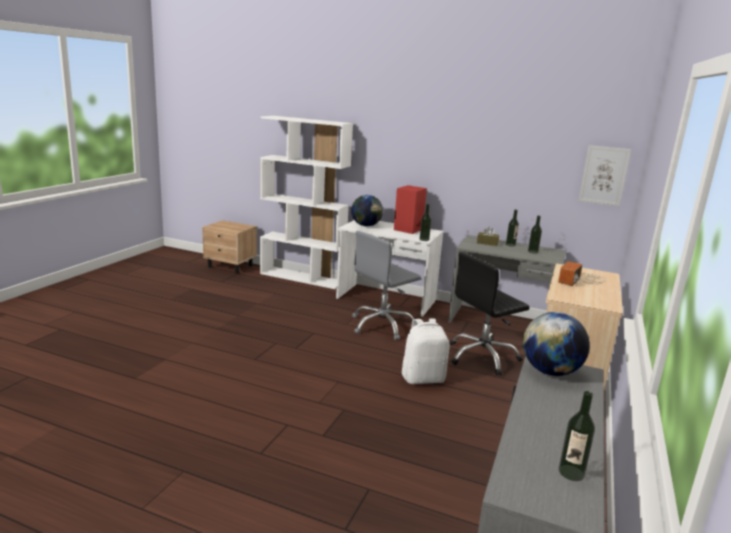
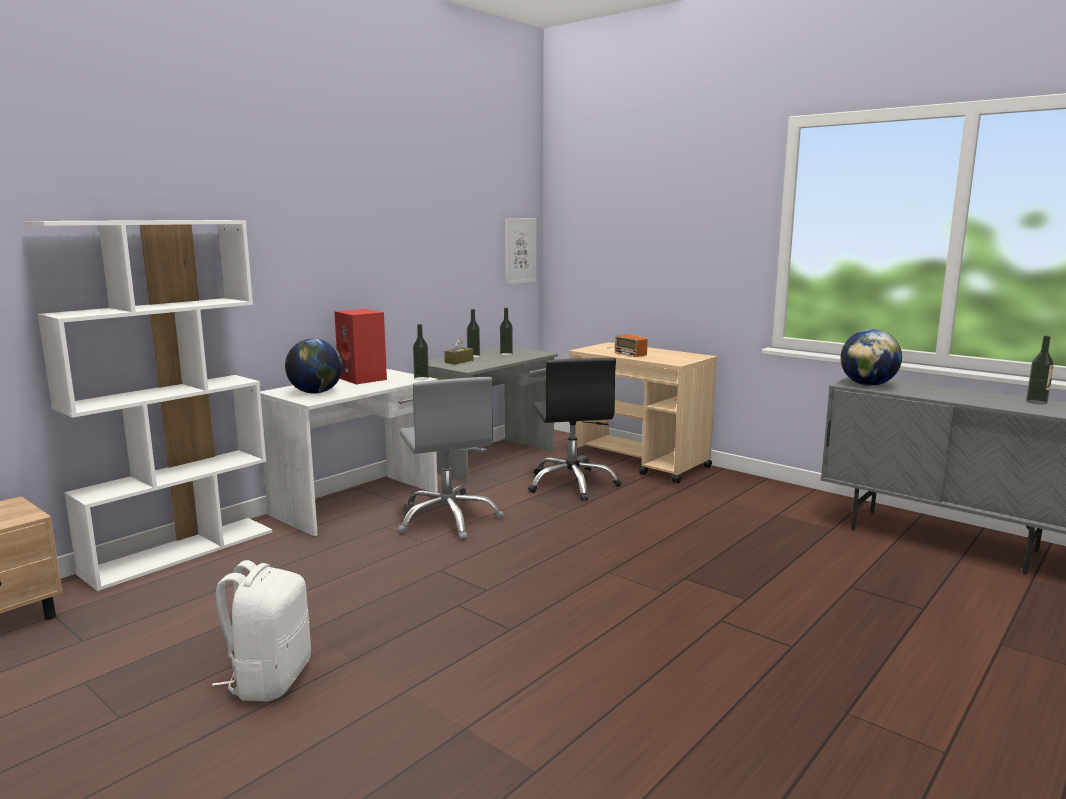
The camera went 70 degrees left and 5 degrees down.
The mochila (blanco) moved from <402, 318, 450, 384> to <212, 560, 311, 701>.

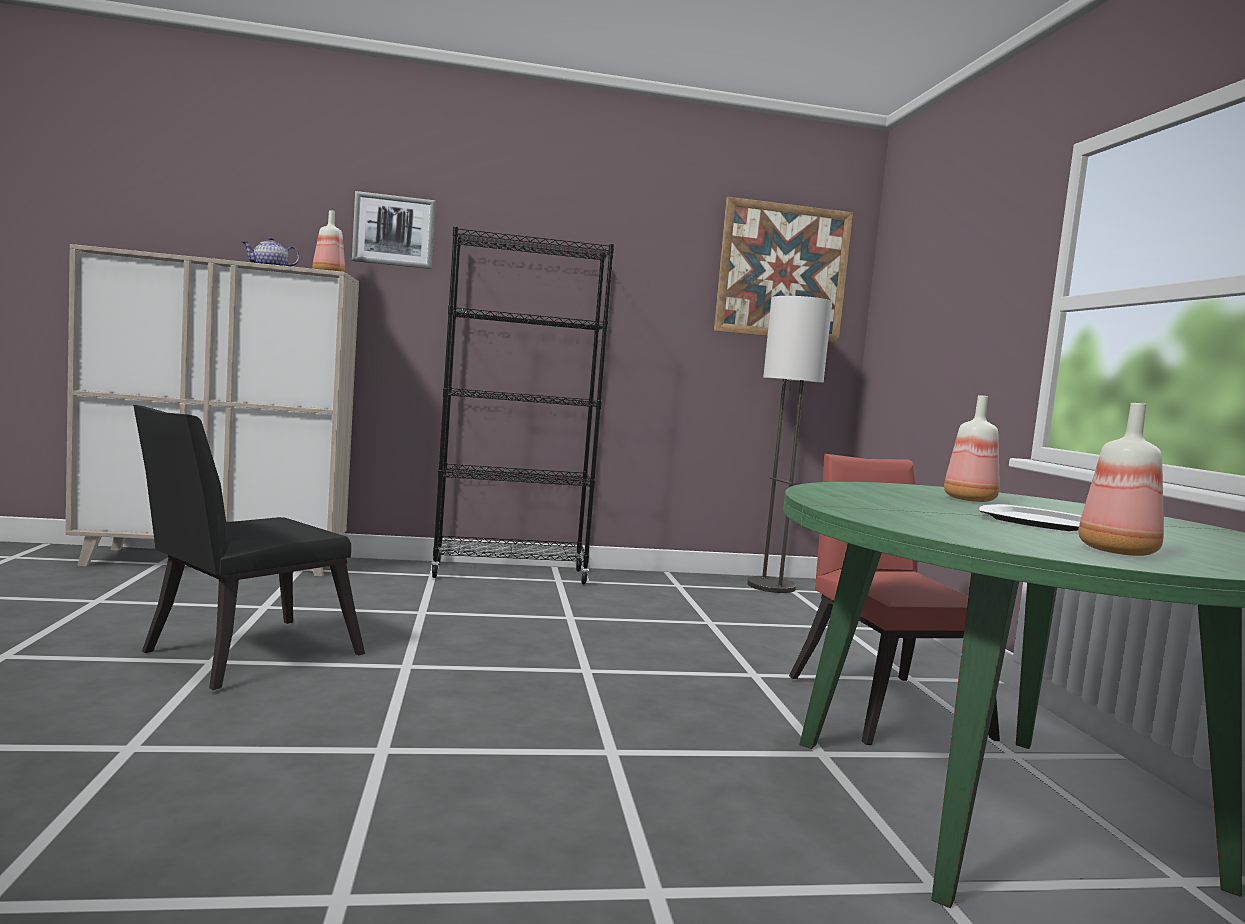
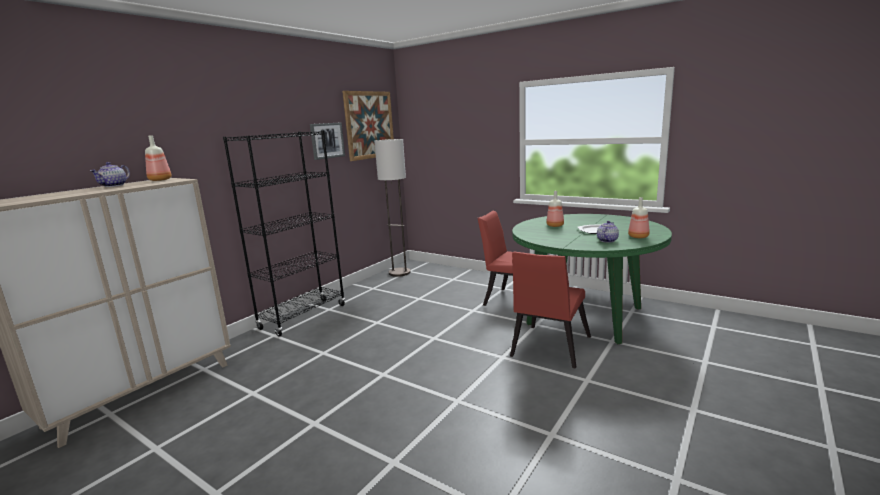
The camera went 45 degrees left and 10 degrees up.
The cuadro moved from <352, 191, 436, 269> to <310, 122, 345, 160>.
The silla (negro) at <133, 405, 365, 690> disappeared.
The tetera at <597, 221, 619, 243> appeared.
The silla (rojo) at <510, 251, 591, 369> appeared.

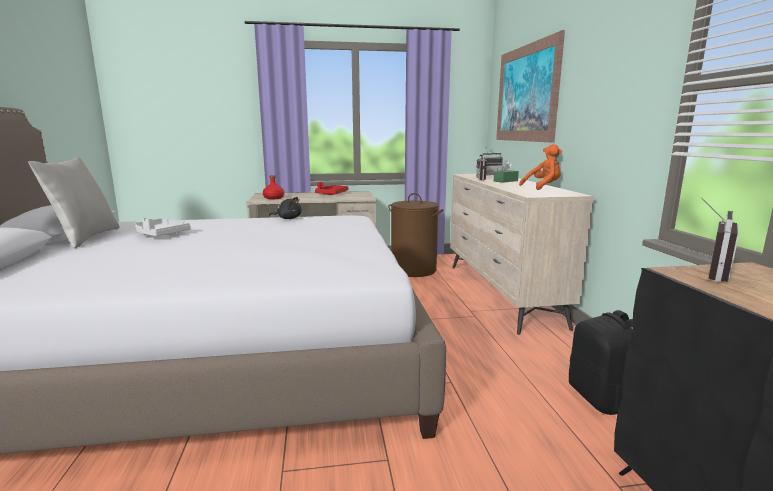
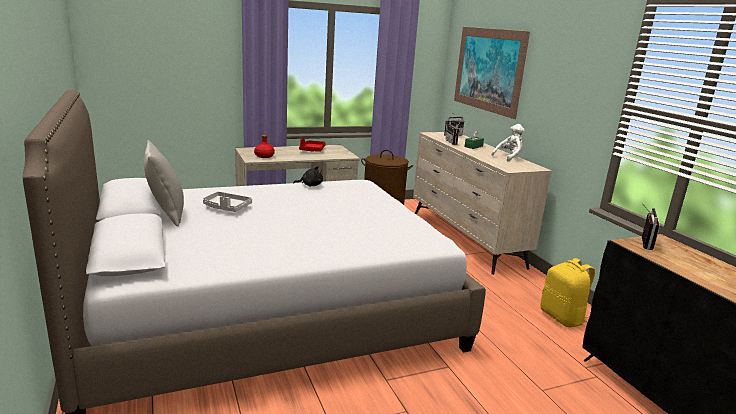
The camera went 15 degrees left and 5 degrees up.
The peluche (naranja) at <519, 144, 562, 190> became the peluche (blanco) at <491, 124, 524, 162>.
The mochila (negro) at <569, 310, 633, 415> became the mochila (amarillo) at <541, 258, 595, 328>.

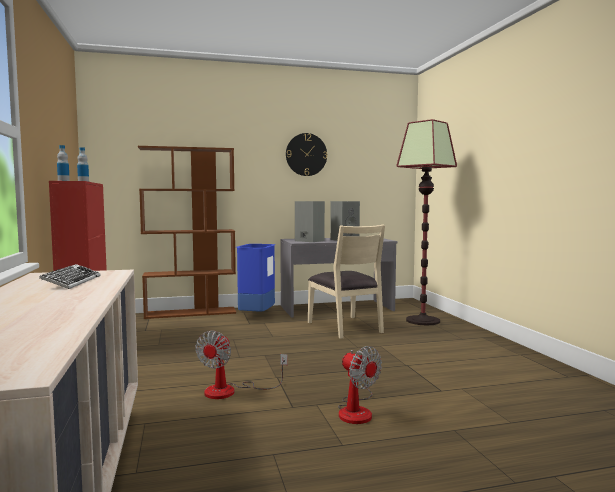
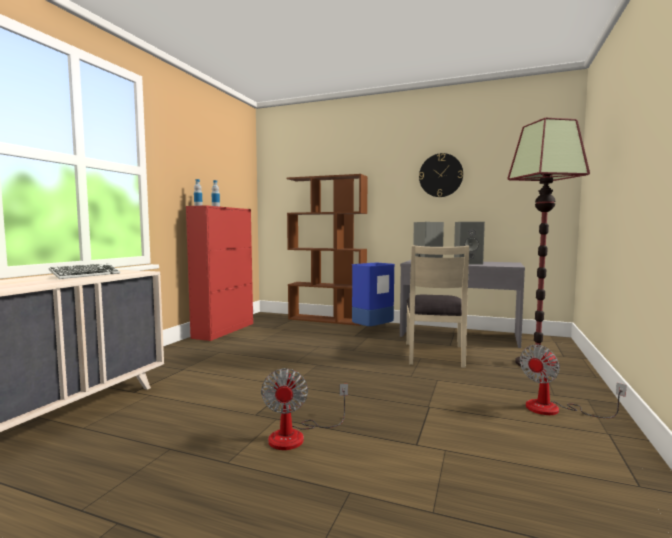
The camera went 35 degrees right and 0 degrees up.
The ventilador moved from <195, 331, 288, 399> to <520, 345, 627, 418>.

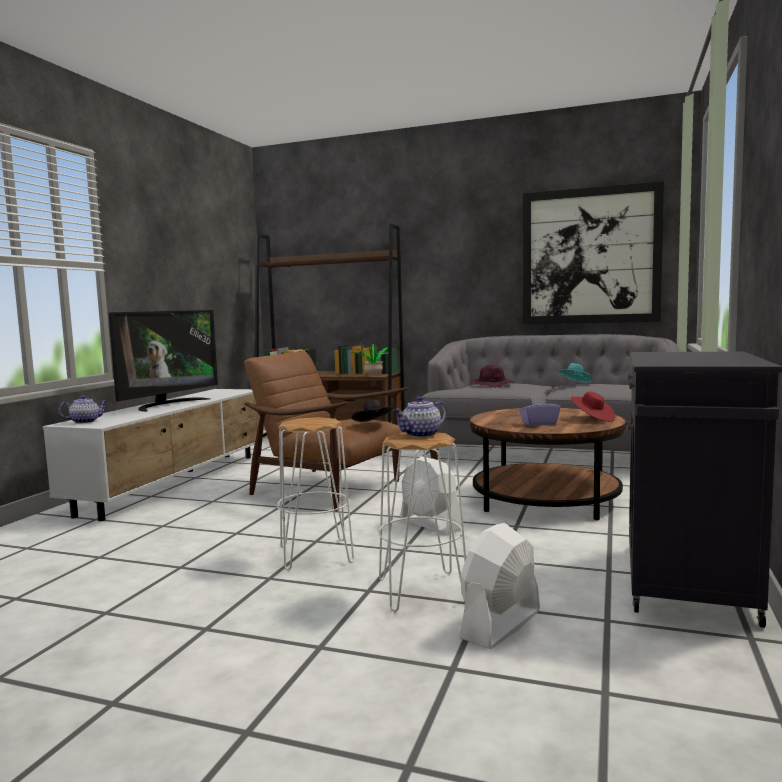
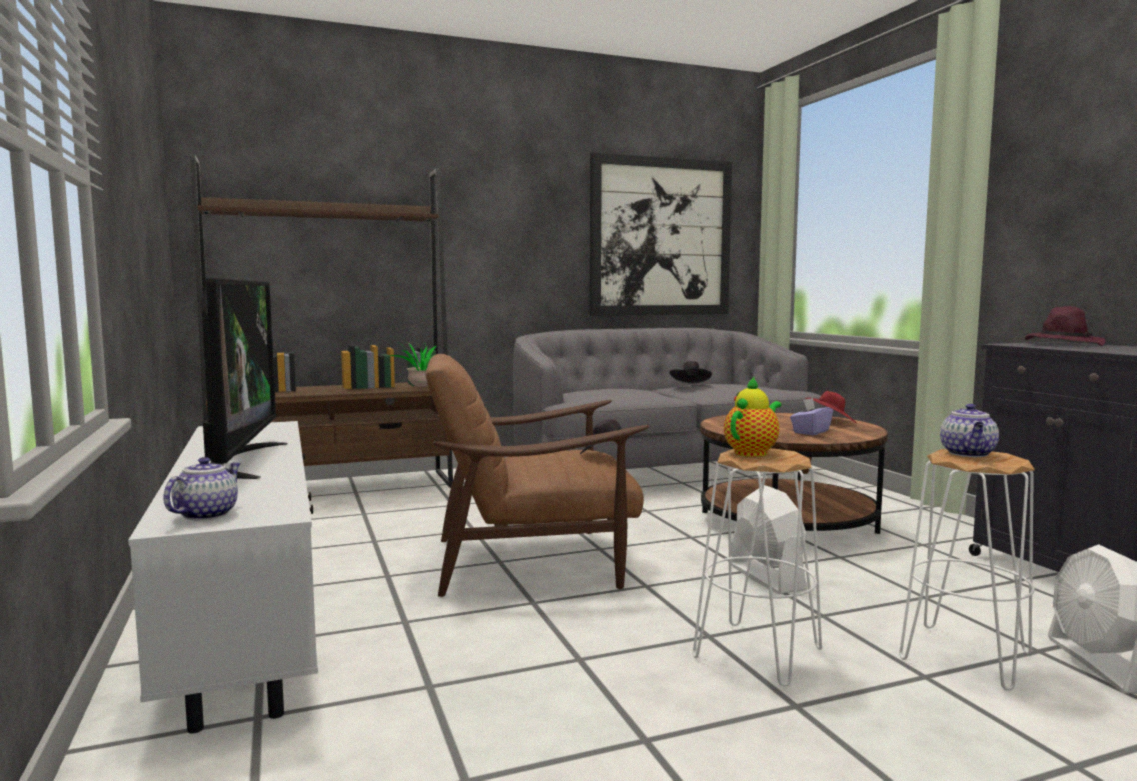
The camera went 40 degrees left and 0 degrees up.
The sombrero (turquesa) at <557, 363, 593, 383> became the sombrero (negro) at <670, 361, 712, 383>.
The sombrero (morado) moved from <471, 365, 513, 387> to <1025, 306, 1105, 346>.
The ventilador (blanco) at <400, 456, 464, 535> turned 120 degrees counterclockwise.
The tetera at <724, 376, 782, 457> appeared.

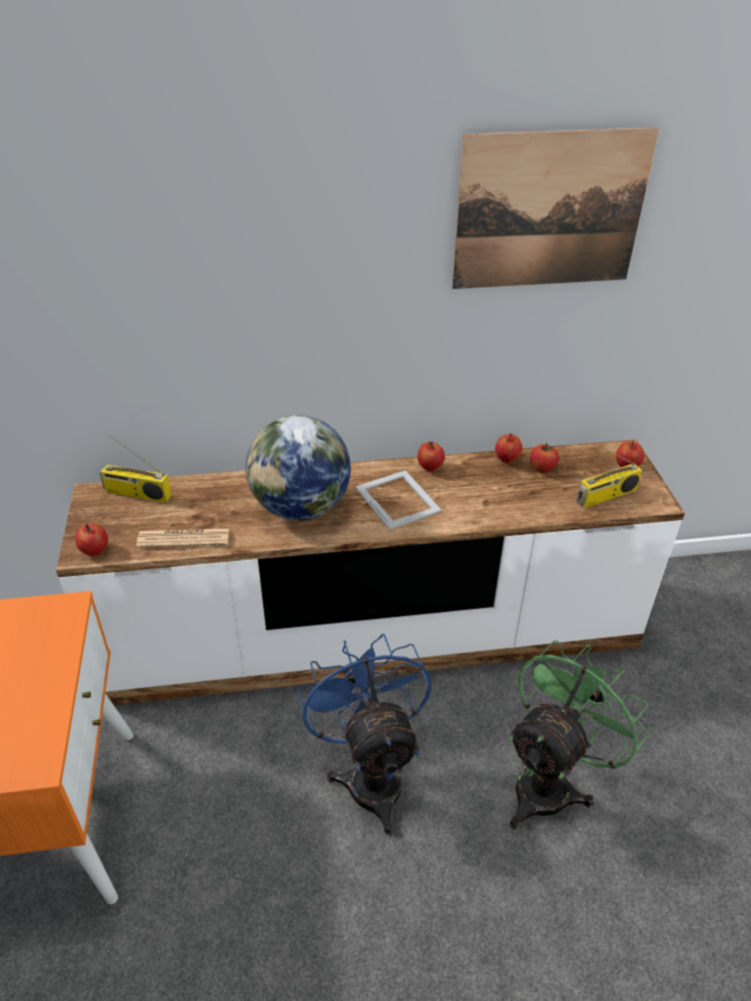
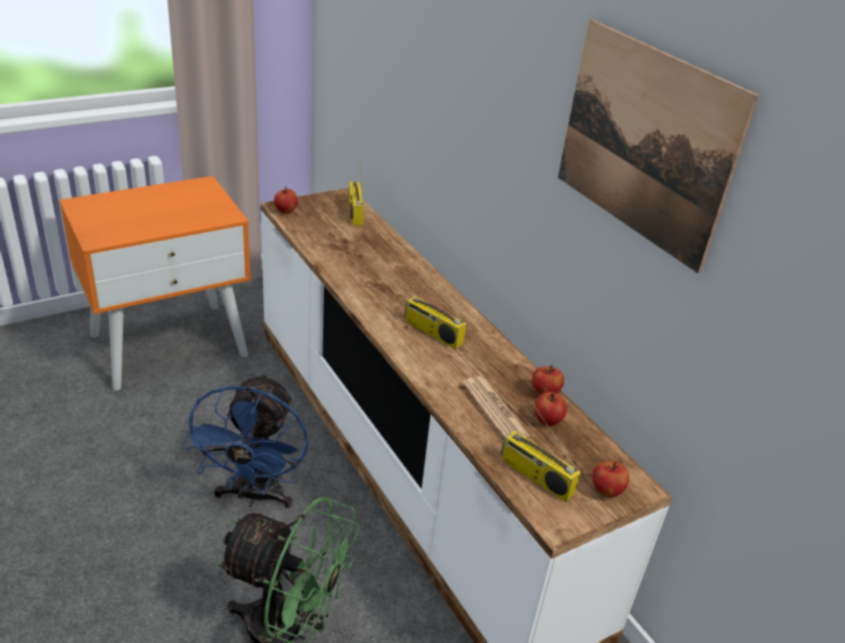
The camera went 65 degrees right and 5 degrees down.
The globo terráqueo at <246, 415, 351, 521> disappeared.
The manzana at <417, 442, 445, 471> disappeared.
The portarretratos at <356, 470, 442, 530> was replaced by the radio at <405, 267, 466, 350>.
The periódico moved from <136, 528, 230, 548> to <462, 376, 530, 438>.
The ventilador (azul) at <297, 634, 432, 835> turned 135 degrees clockwise.

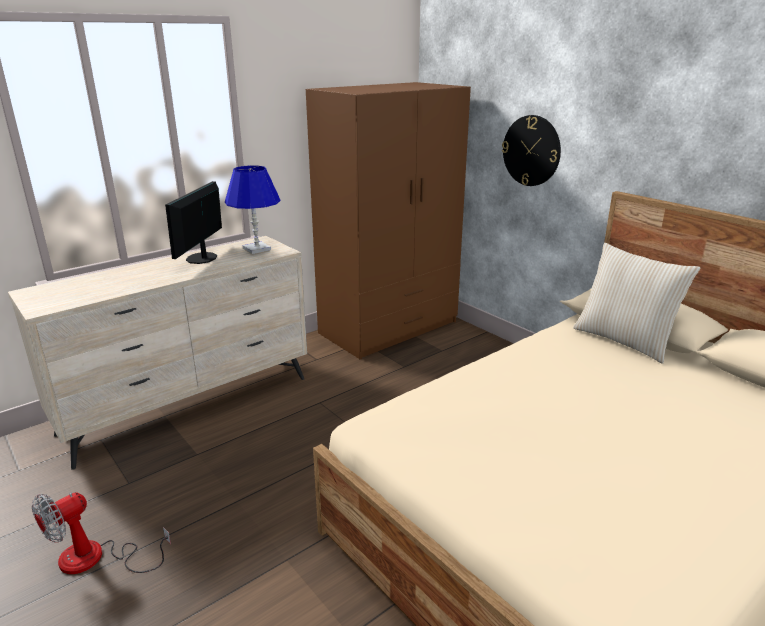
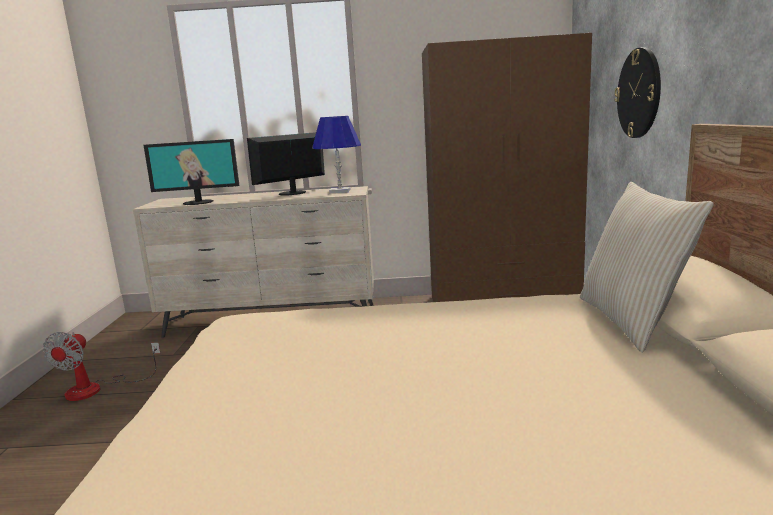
The camera went 40 degrees right and 10 degrees down.
The ventilador at <32, 492, 171, 574> turned 75 degrees counterclockwise.
The monitor at <144, 139, 240, 205> appeared.

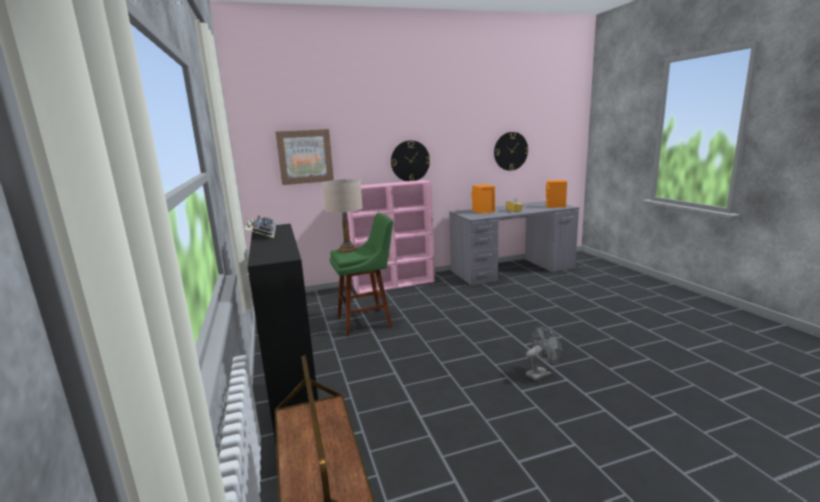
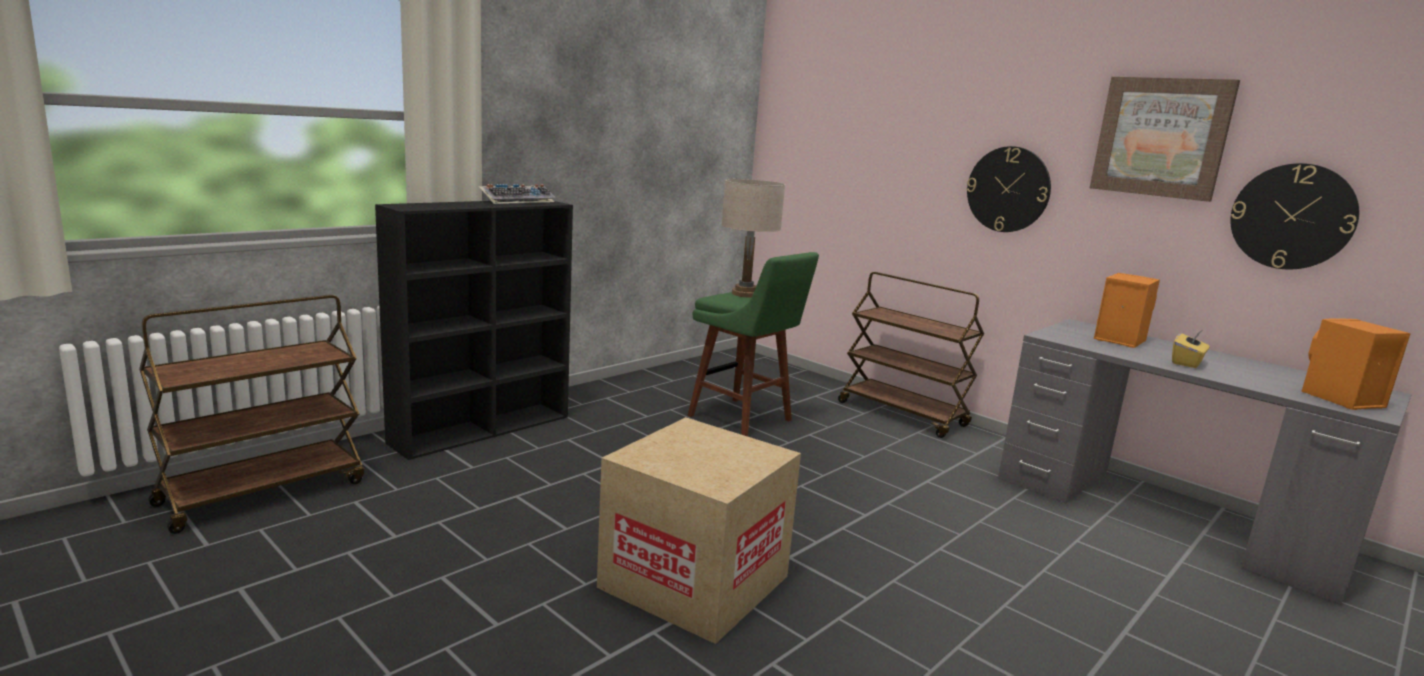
The camera went 60 degrees right and 0 degrees up.
The cuadro moved from <276, 129, 334, 185> to <1090, 77, 1240, 202>.
The estantería (rosa) at <347, 180, 435, 294> was replaced by the carrito (marrón) at <838, 272, 984, 438>.
The ventilador (gris) at <526, 327, 562, 381> was replaced by the caja de cartón at <597, 417, 801, 644>.

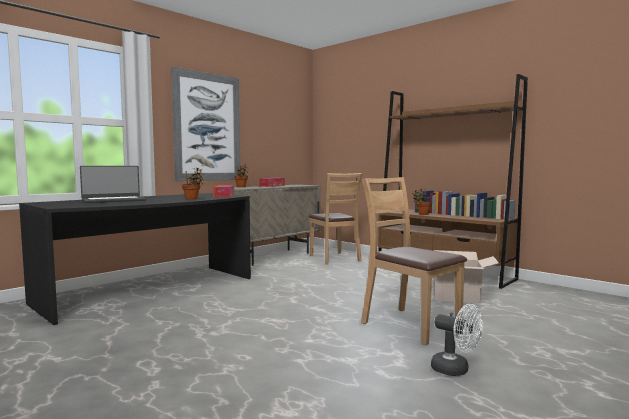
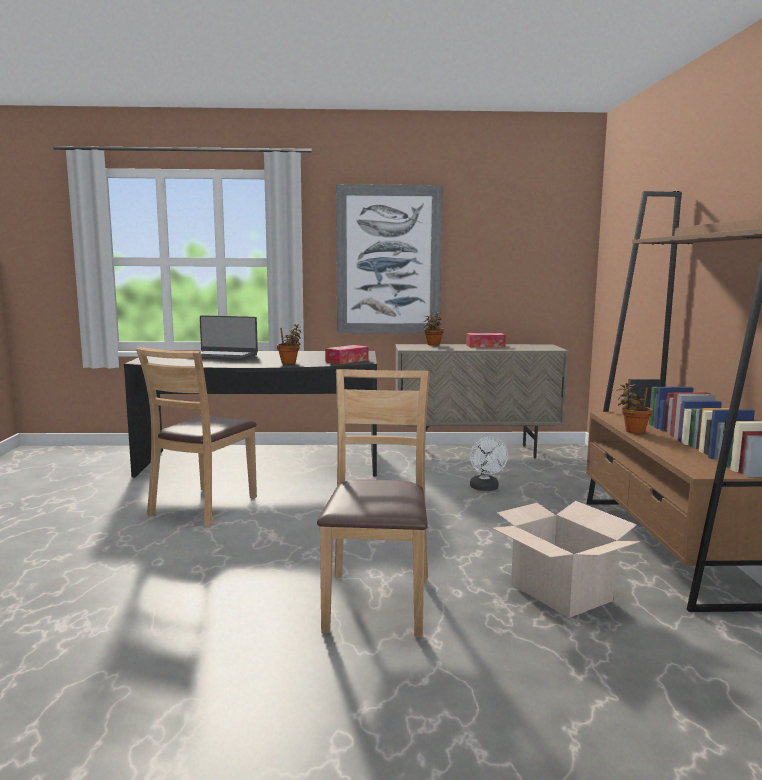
The camera went 45 degrees right and 5 degrees up.
The silla (marrón) moved from <309, 173, 362, 265> to <136, 347, 257, 526>.
The ventilador (blanco) moved from <431, 304, 483, 376> to <470, 437, 508, 491>.

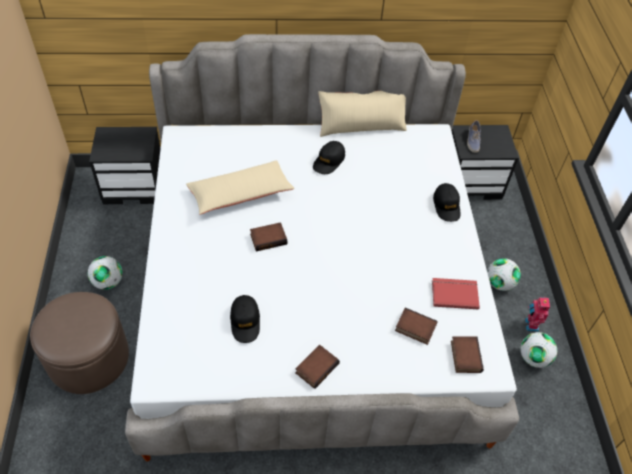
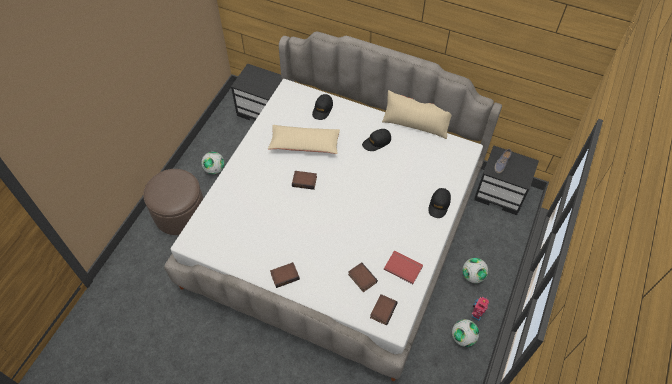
The camera went 30 degrees right and 5 degrees up.
The gorra (negro) moved from <230, 295, 260, 343> to <312, 94, 333, 120>.

